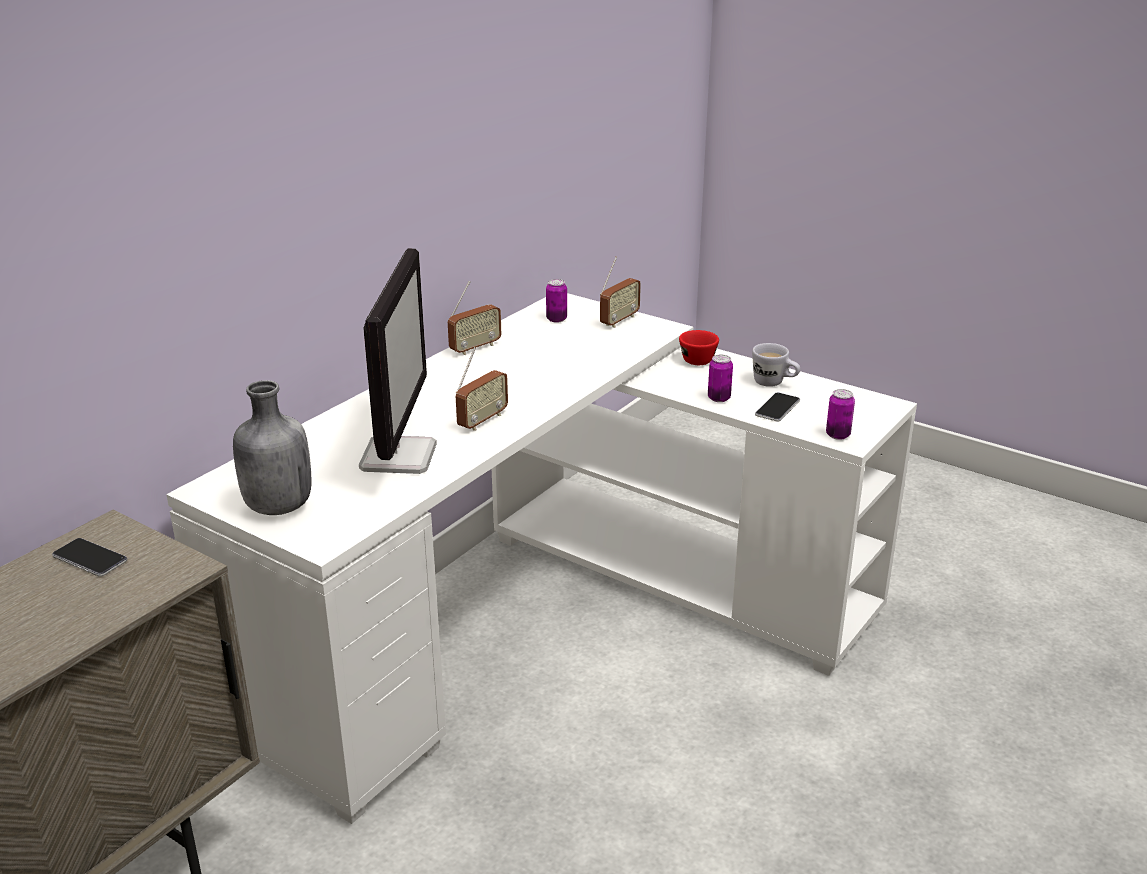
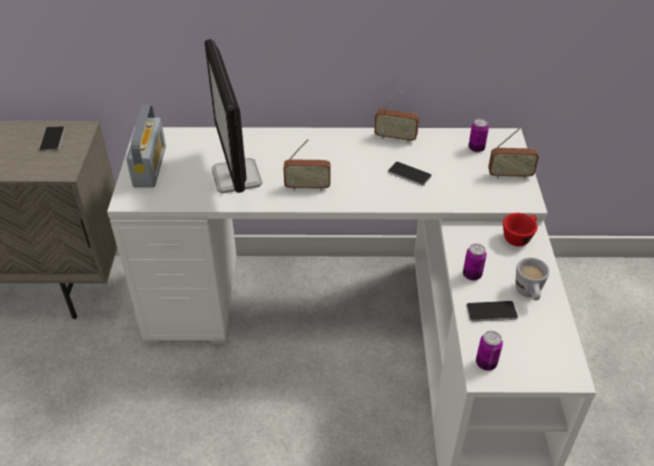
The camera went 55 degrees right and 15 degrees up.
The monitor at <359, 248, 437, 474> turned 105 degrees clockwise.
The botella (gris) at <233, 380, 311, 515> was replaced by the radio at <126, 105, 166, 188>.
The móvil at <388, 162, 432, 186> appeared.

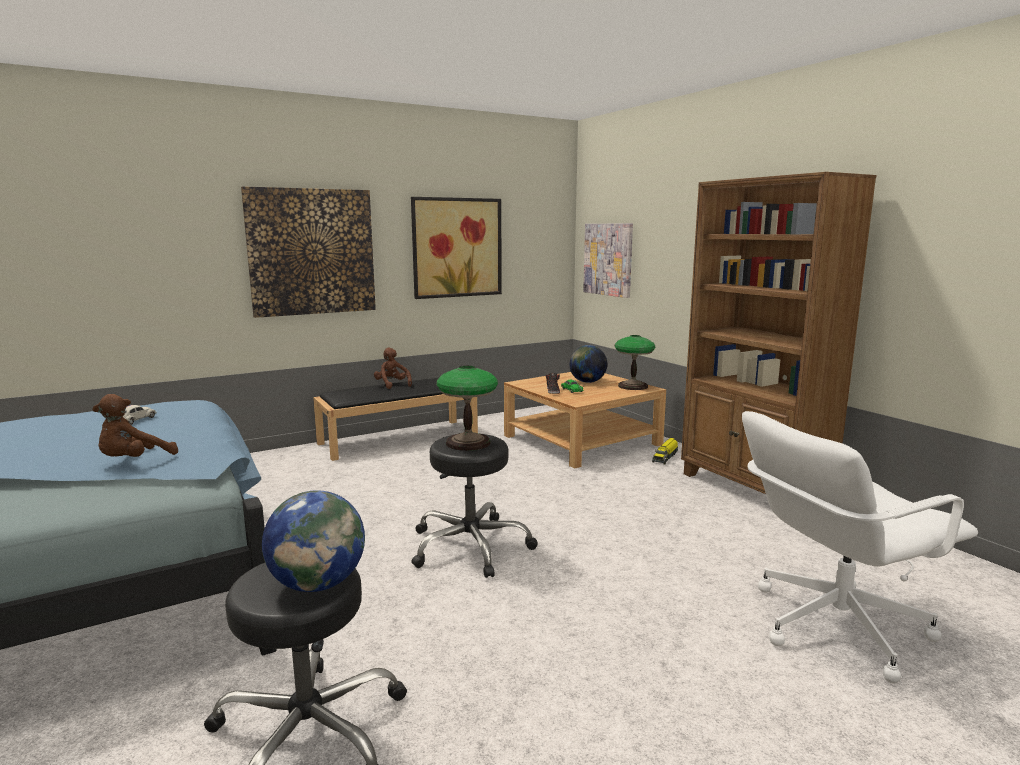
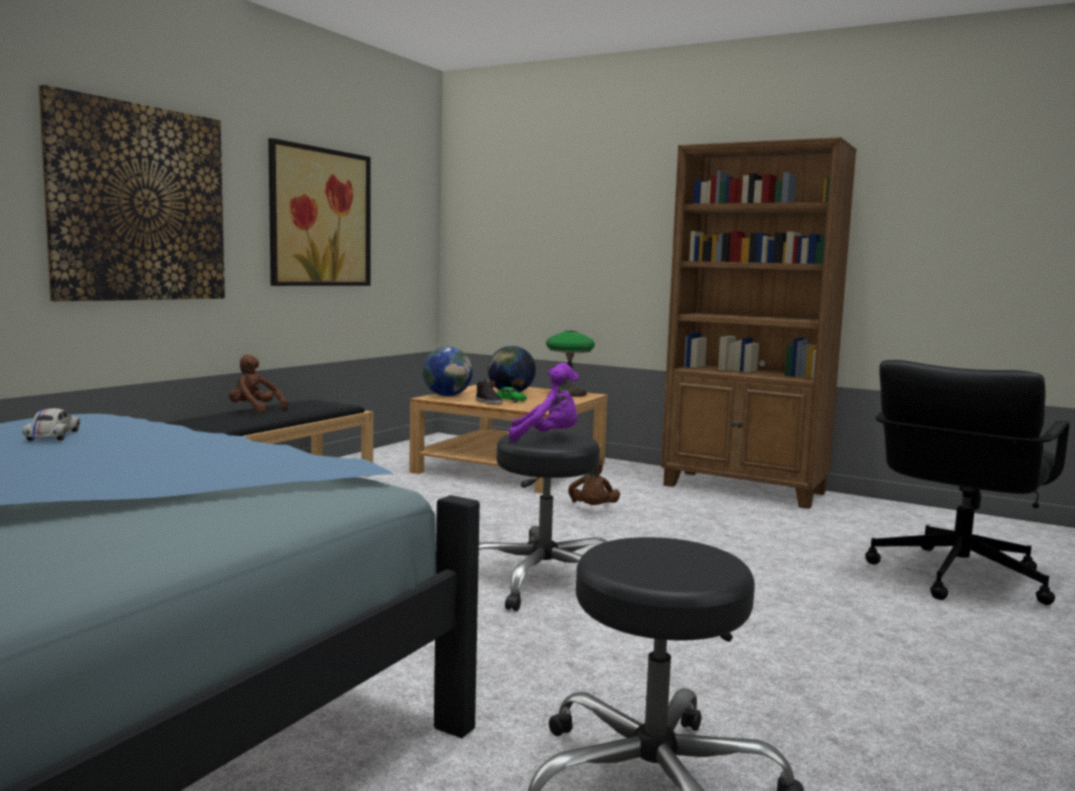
The camera went 30 degrees left and 5 degrees down.
The cuadro at <583, 223, 633, 298> disappeared.
The lámpara de mesa at <436, 366, 498, 451> was replaced by the peluche (morado) at <509, 363, 579, 442>.
The peluche (marrón) moved from <92, 394, 178, 457> to <568, 458, 620, 505>.
The silla de oficina (blanco) at <742, 411, 978, 683> became the silla de oficina (negro) at <865, 360, 1069, 605>.
The camión de juguete at <652, 438, 678, 465> disappeared.
The globo terráqueo moved from <262, 490, 365, 592> to <423, 347, 473, 396>.

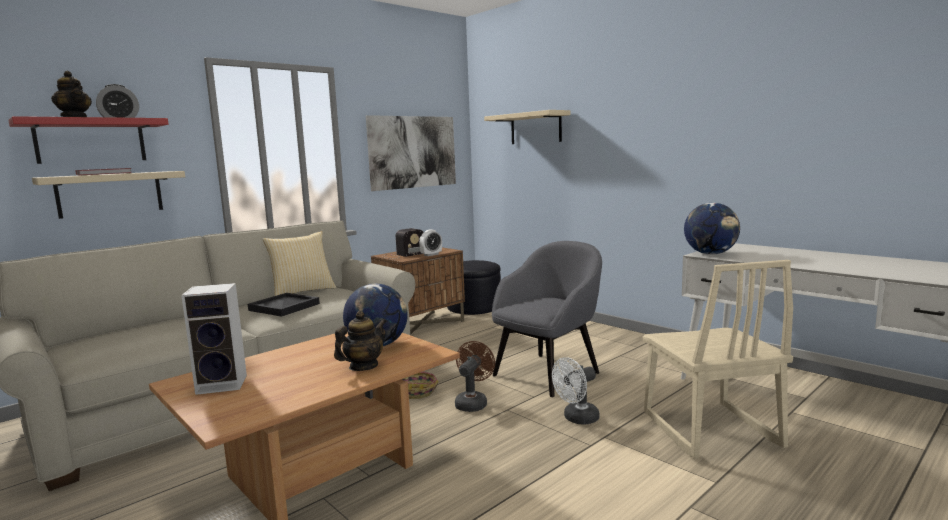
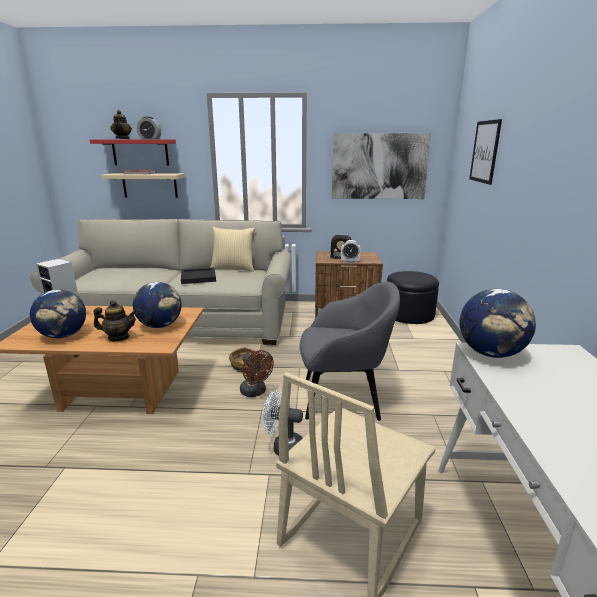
The camera went 45 degrees right and 10 degrees up.
The estante (beis) at <484, 110, 570, 144> was replaced by the cuadro at <469, 119, 502, 185>.
The ventilador (marrón) at <455, 341, 495, 412> turned 75 degrees clockwise.
The globo terráqueo at <30, 290, 86, 338> appeared.

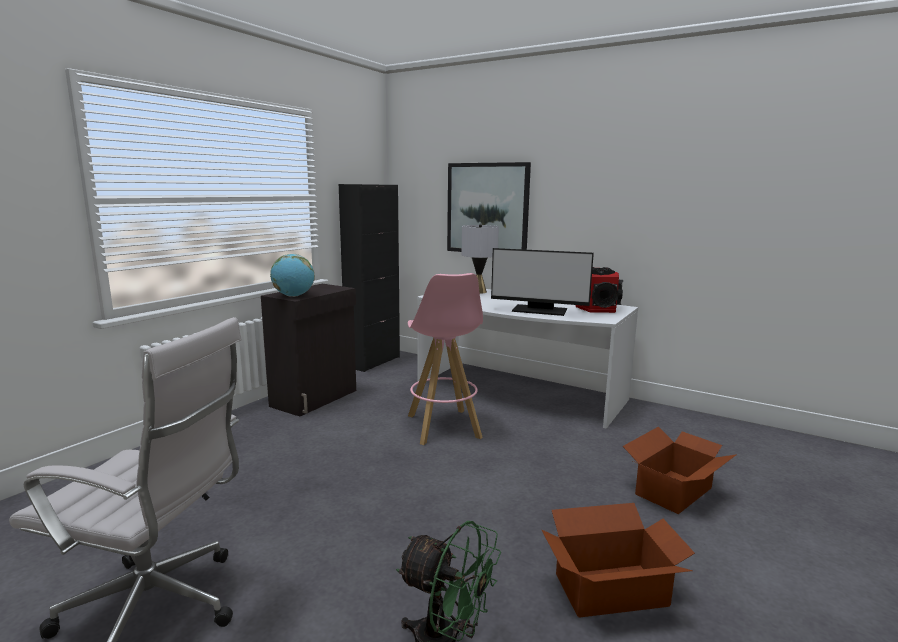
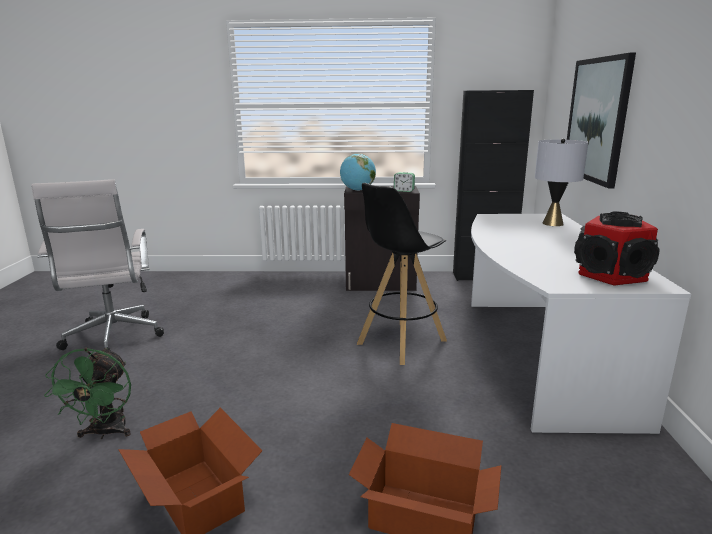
The camera went 60 degrees right and 5 degrees up.
The monitor at <491, 248, 594, 316> disappeared.
The taburete (rosa) at <408, 273, 483, 445> became the taburete (negro) at <357, 183, 447, 365>.
The despertador at <394, 172, 415, 192> appeared.

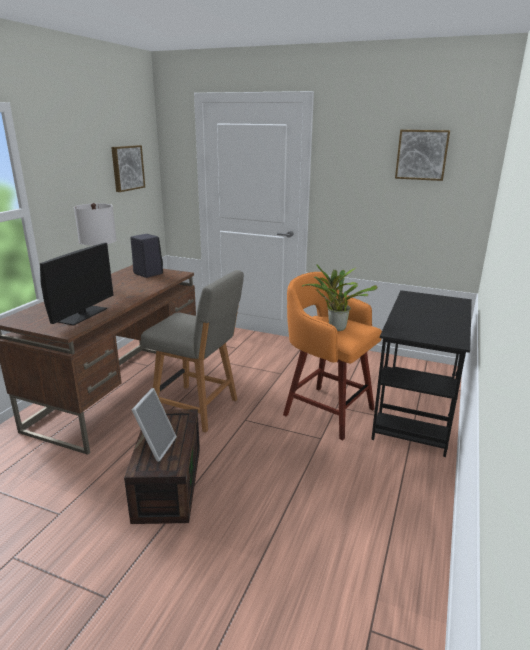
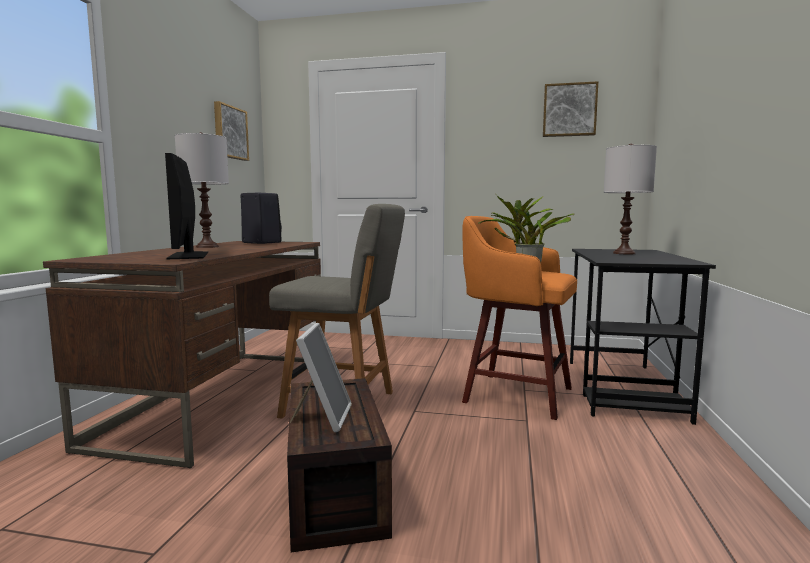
The camera went 10 degrees left and 15 degrees down.
The monitor at <40, 243, 114, 326> turned 150 degrees clockwise.
The lámpara de mesa (blanco) at <604, 143, 657, 254> appeared.

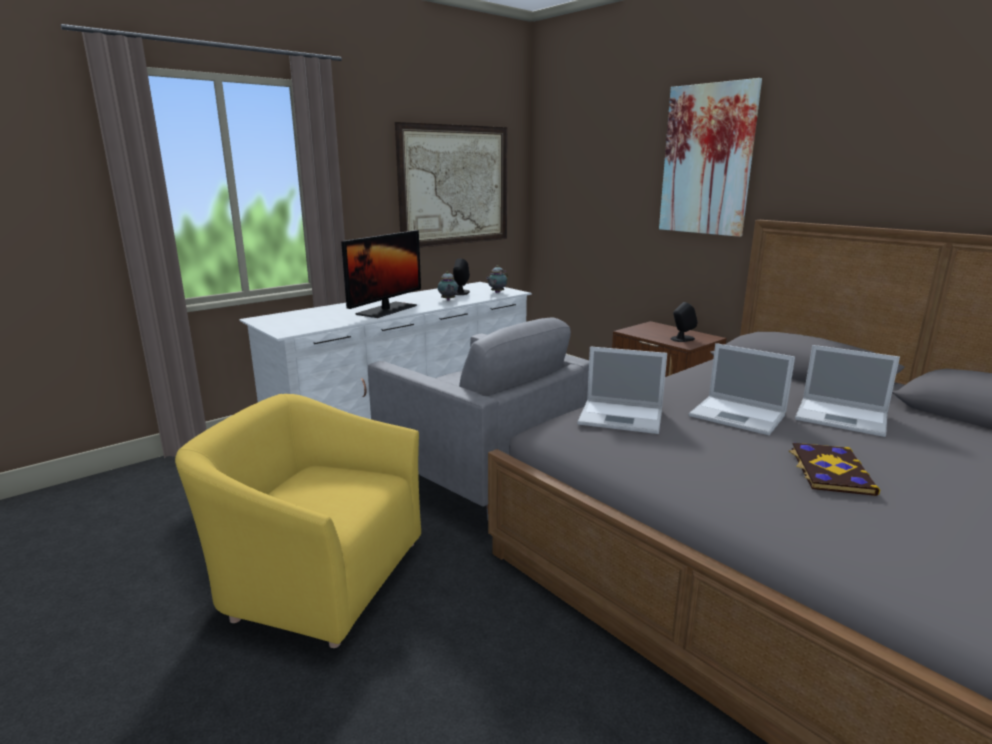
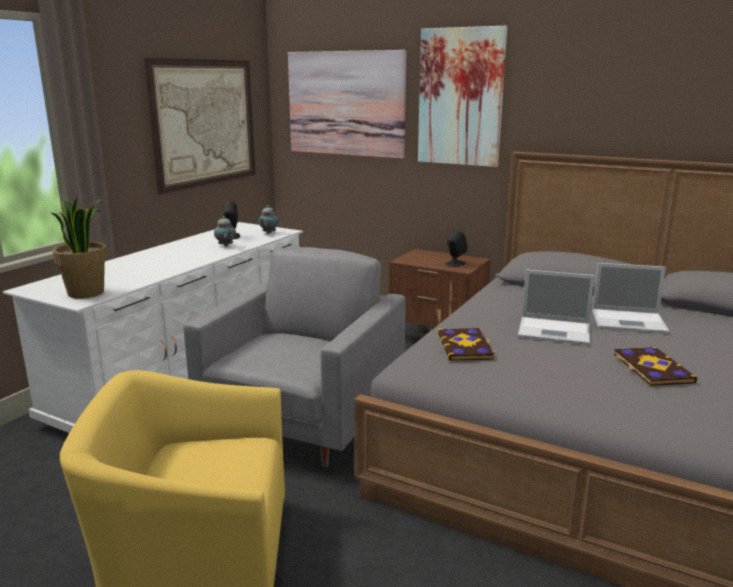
The camera went 20 degrees left and 0 degrees up.
The monitor at <341, 230, 421, 318> disappeared.
The sillón (gris) at <368, 318, 589, 520> turned 90 degrees counterclockwise.
The portátil at <577, 346, 667, 434> was replaced by the libro at <437, 328, 496, 361>.
The cuadro at <288, 50, 406, 159> appeared.
The planta en maceta at <51, 197, 107, 298> appeared.

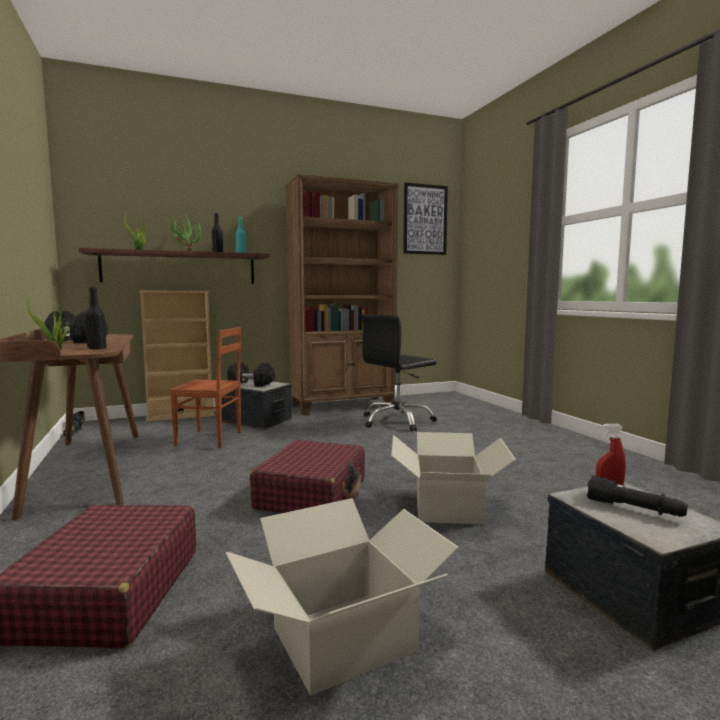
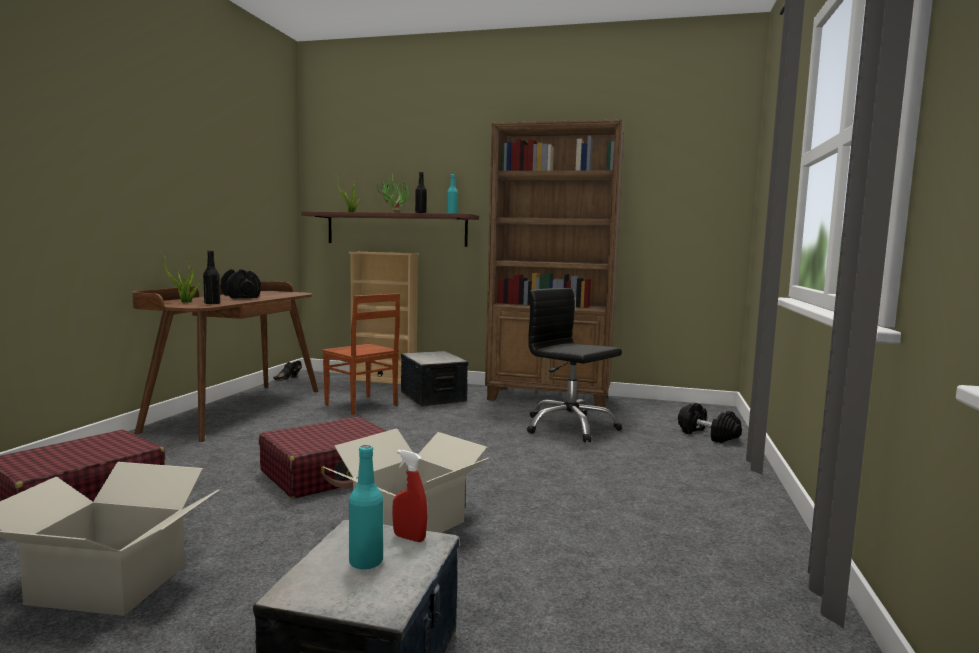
The camera went 35 degrees right and 0 degrees up.
The cuadro at <403, 182, 448, 255> disappeared.
The silla de oficina (negro) at <362, 314, 437, 431> turned 45 degrees clockwise.
The mancuerna (negro) moved from <227, 362, 275, 387> to <678, 403, 742, 443>.
The linterna (negro) at <587, 475, 688, 517> was replaced by the botella (turquesa) at <349, 445, 383, 570>.

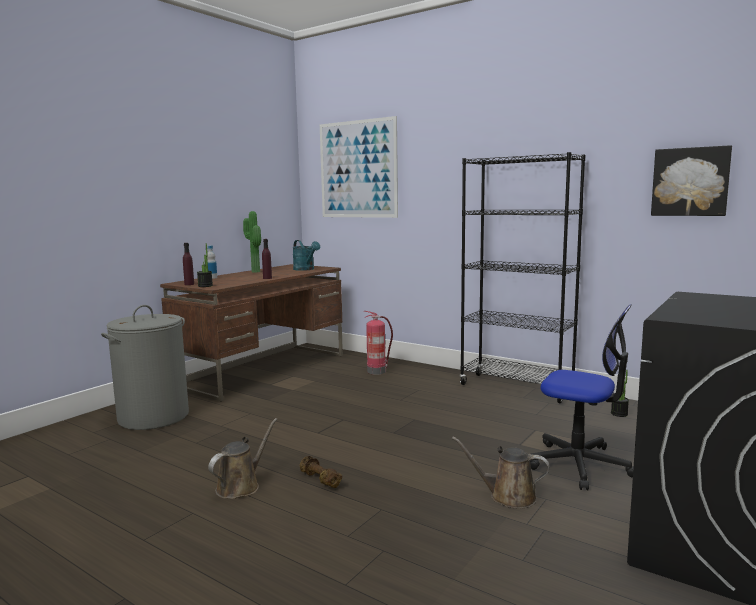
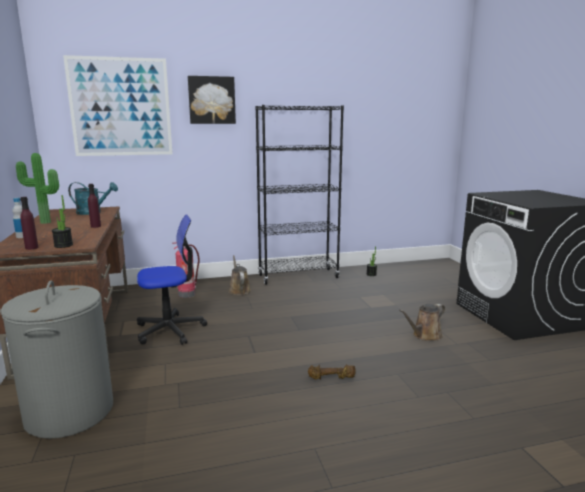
The camera went 50 degrees left and 5 degrees up.
The cuadro moved from <651, 145, 732, 216> to <188, 76, 236, 124>.
The silla de oficina moved from <530, 304, 634, 490> to <137, 215, 207, 345>.
The regadera (marrón) moved from <208, 418, 278, 499> to <229, 255, 251, 295>.

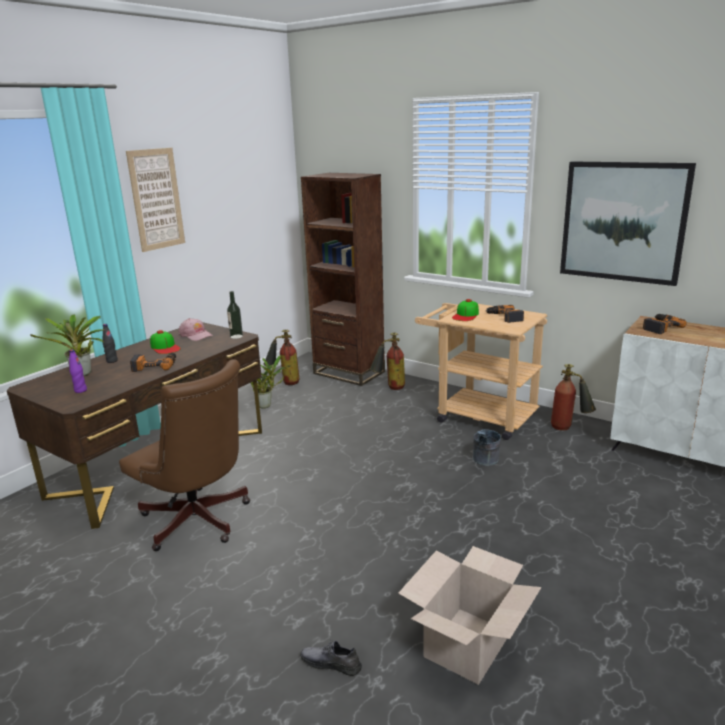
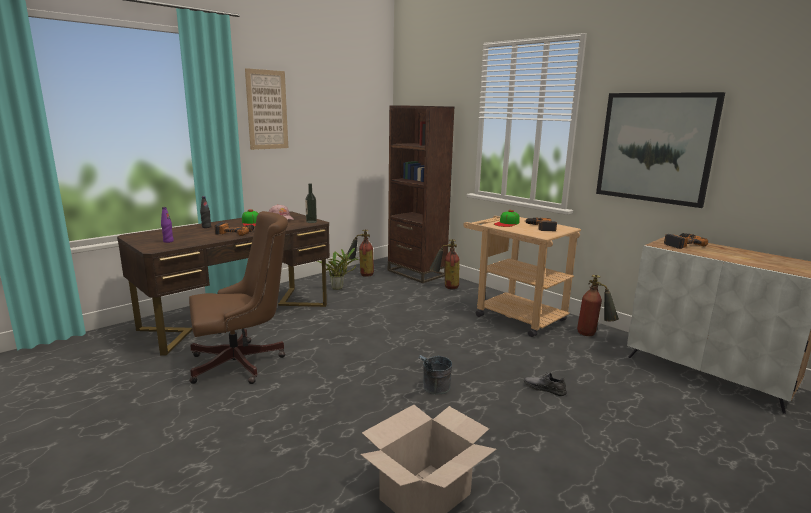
The camera went 10 degrees right and 5 degrees down.
The planta en maceta at <30, 314, 104, 376> disappeared.
The silla de oficina (marrón) at <119, 359, 250, 551> turned 75 degrees counterclockwise.
The cubo (gris) moved from <473, 429, 501, 466> to <419, 355, 452, 394>.
The zapato (gris) moved from <300, 639, 362, 676> to <524, 373, 567, 396>.

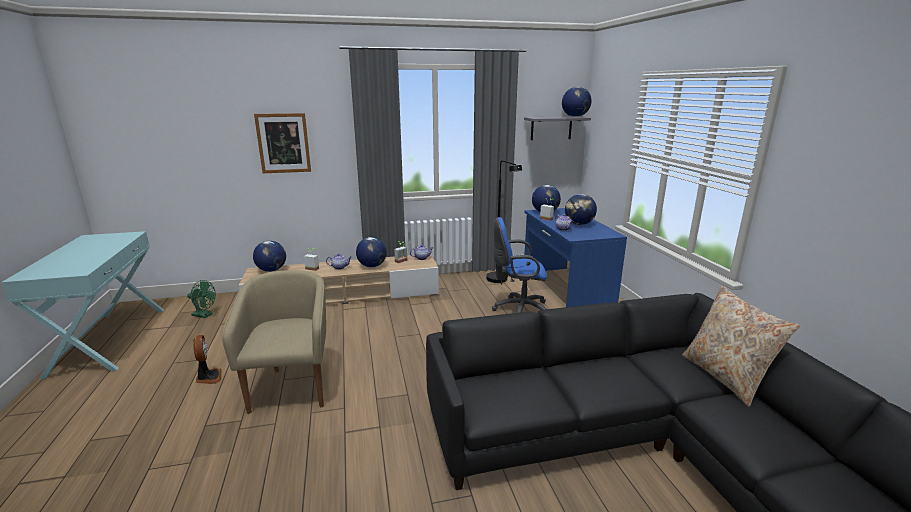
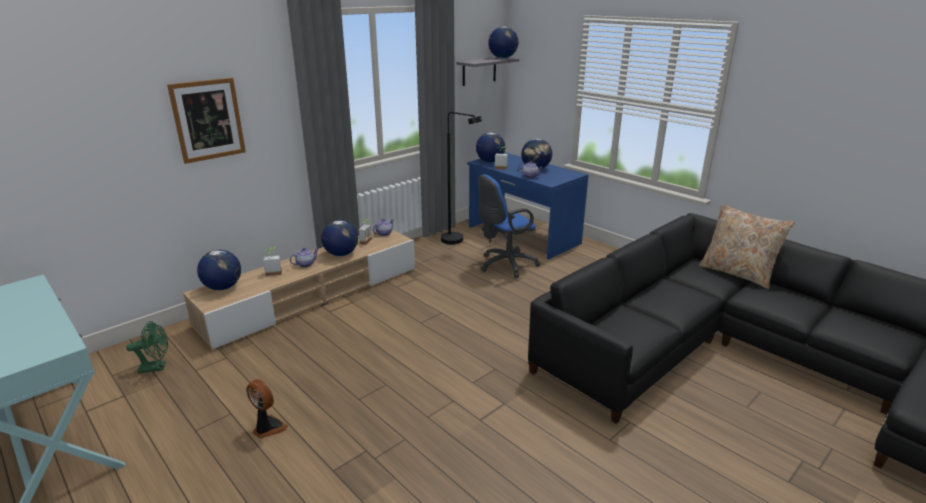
The camera went 30 degrees left and 5 degrees up.
The sillón (beis) at <222, 270, 326, 414> disappeared.

